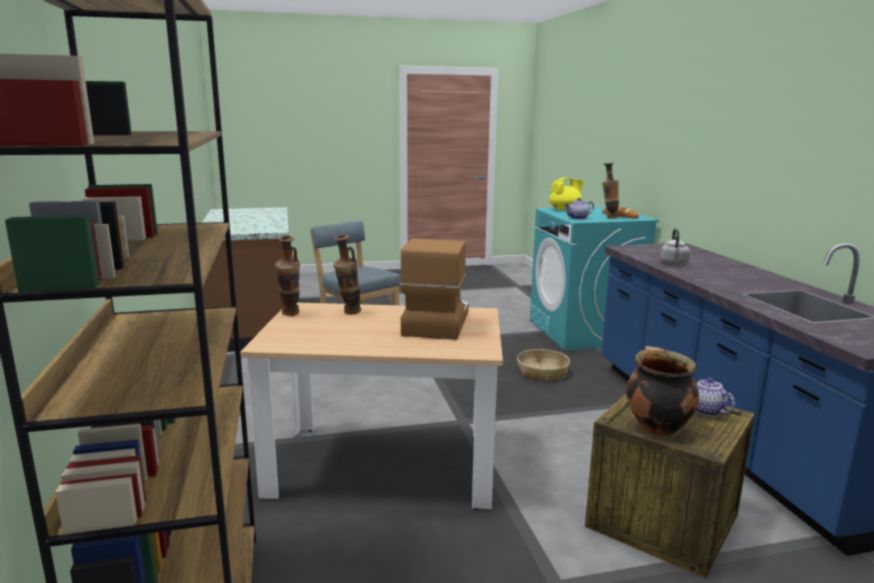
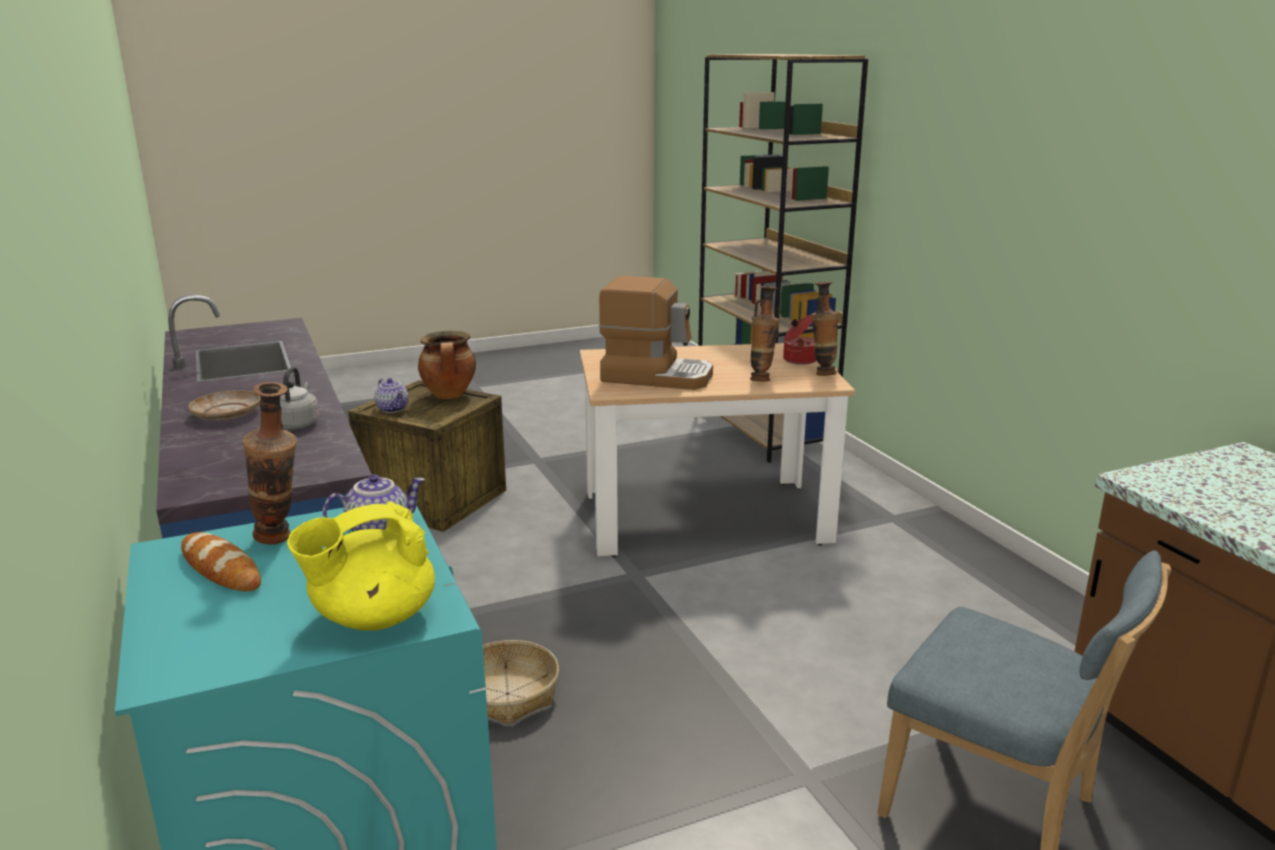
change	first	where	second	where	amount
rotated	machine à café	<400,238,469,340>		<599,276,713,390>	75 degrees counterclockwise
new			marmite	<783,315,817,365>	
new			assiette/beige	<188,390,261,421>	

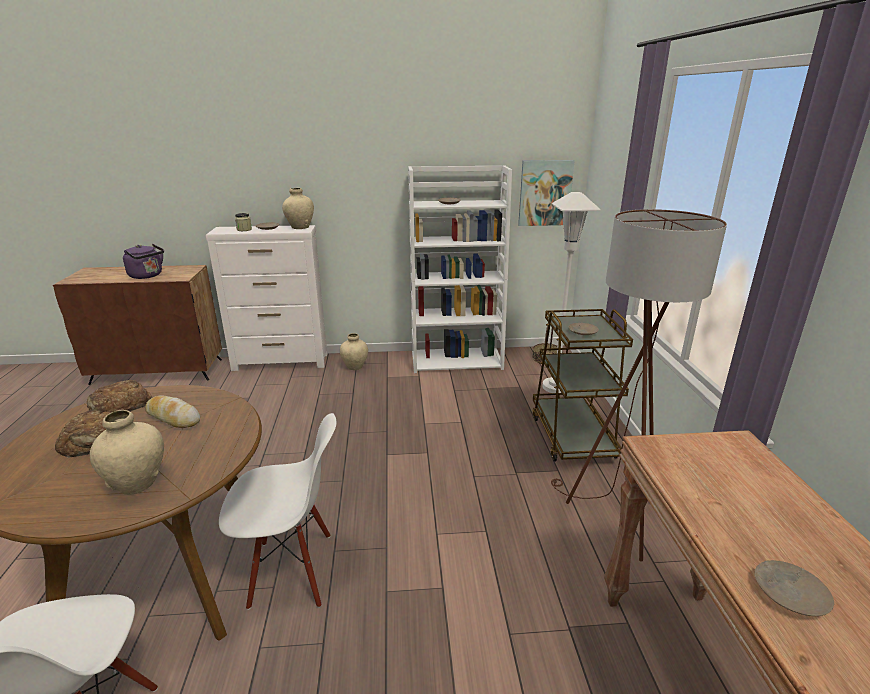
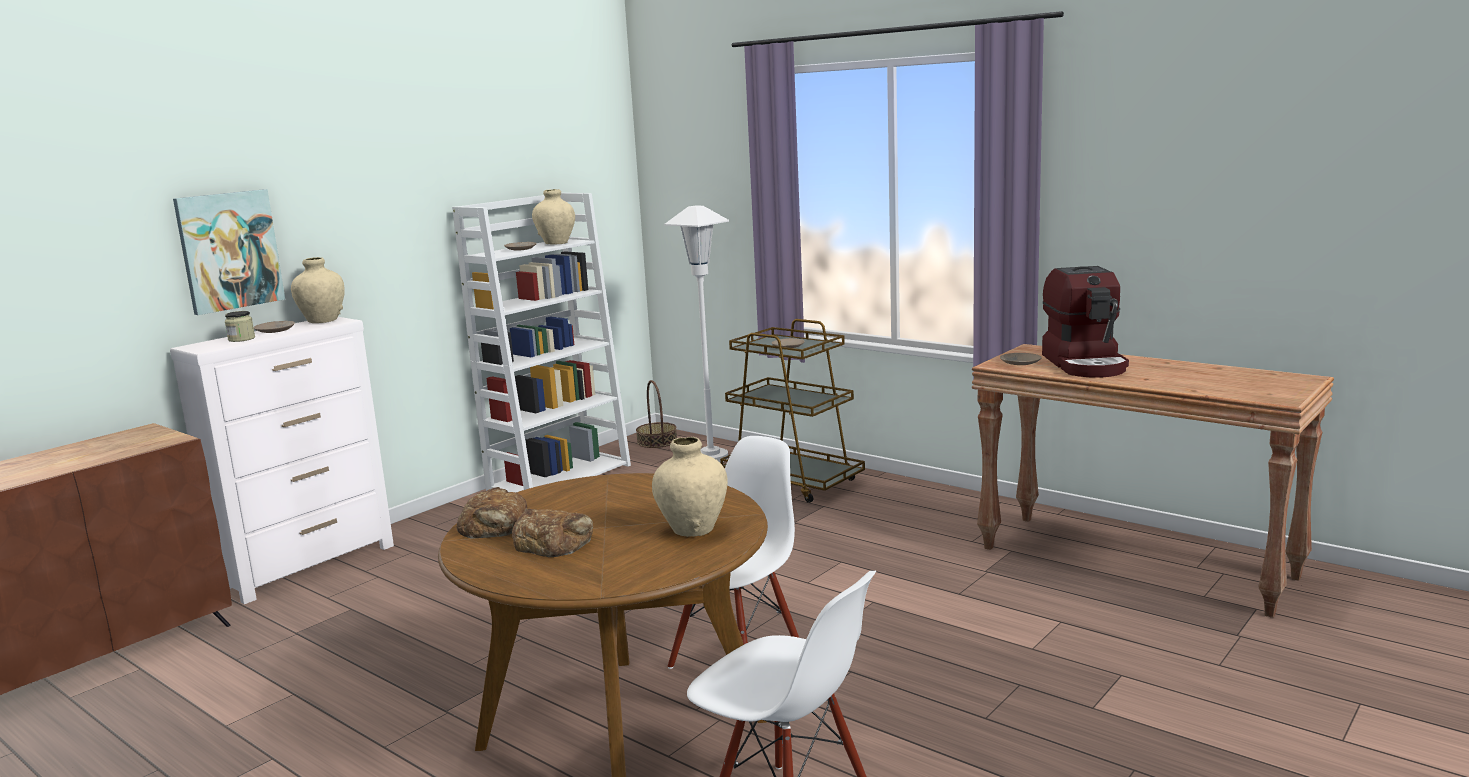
change	first	where	second	where	amount
shifted	tableau	<518,160,574,226>		<173,189,285,315>	
gone	lampadaire/marron	<551,209,727,562>			
gone	bouilloire/violet	<123,244,164,279>			
shifted	vase/beige	<340,333,368,370>		<532,189,575,245>	
gone	pain	<145,395,200,428>			
shifted	assiette/beige	<754,560,834,616>		<1000,353,1042,365>	
new			machine à café	<1042,266,1129,378>	

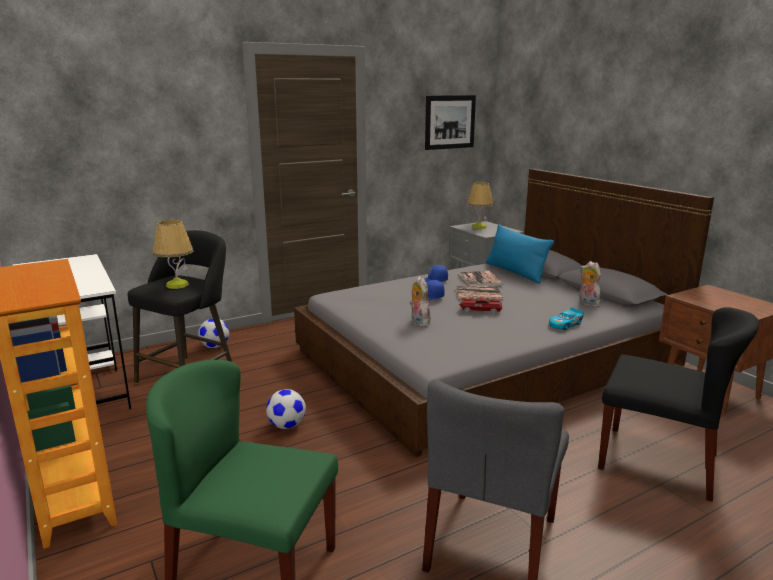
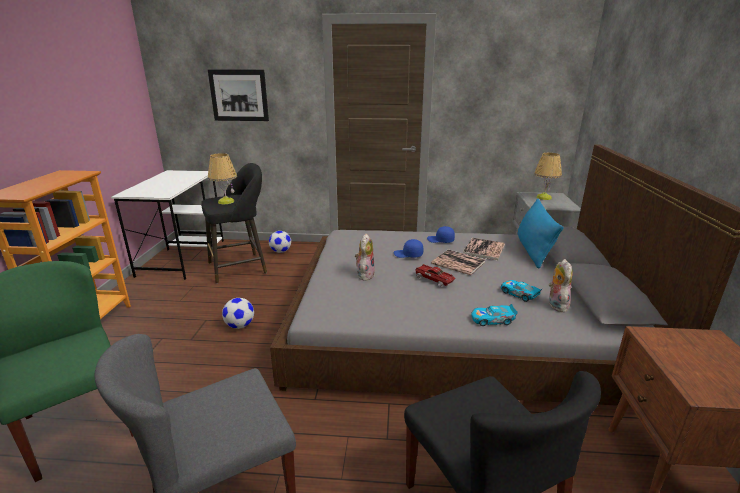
change	first	where	second	where	amount
shifted	tableau	<425,95,476,150>		<208,69,269,121>	
new			petite voiture	<501,280,543,302>	

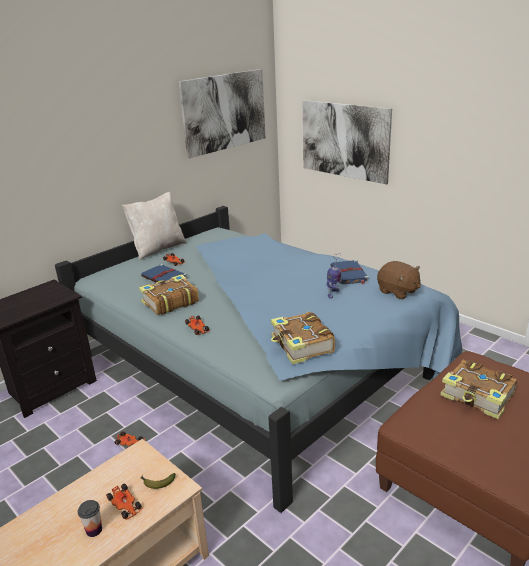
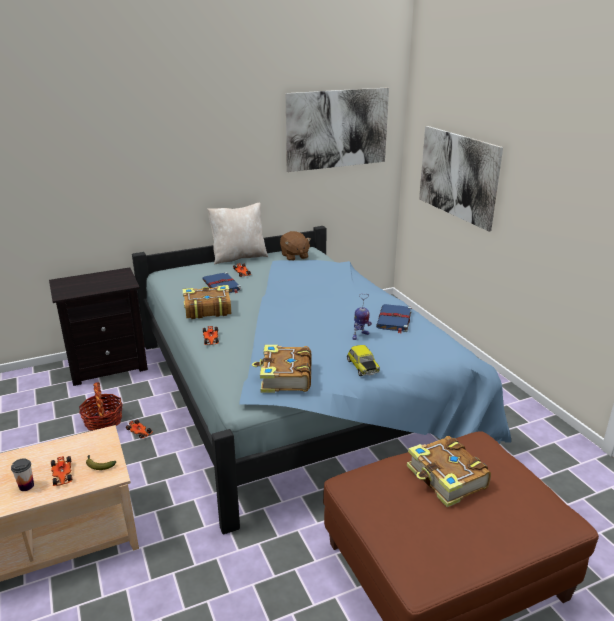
change	first	where	second	where	amount
shifted	peluche/marron	<377,261,421,299>		<280,231,311,261>	
new			petite voiture	<347,345,380,376>	
new			panier	<79,382,122,431>	

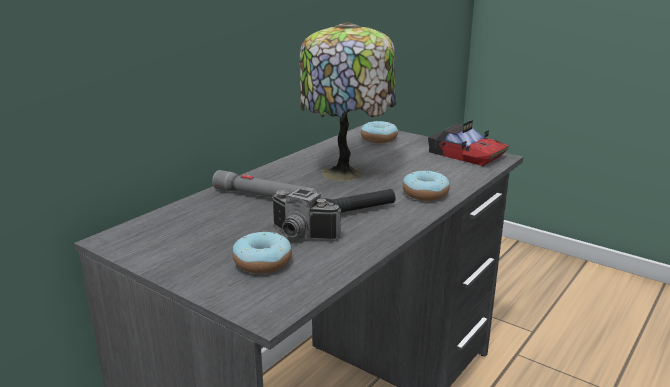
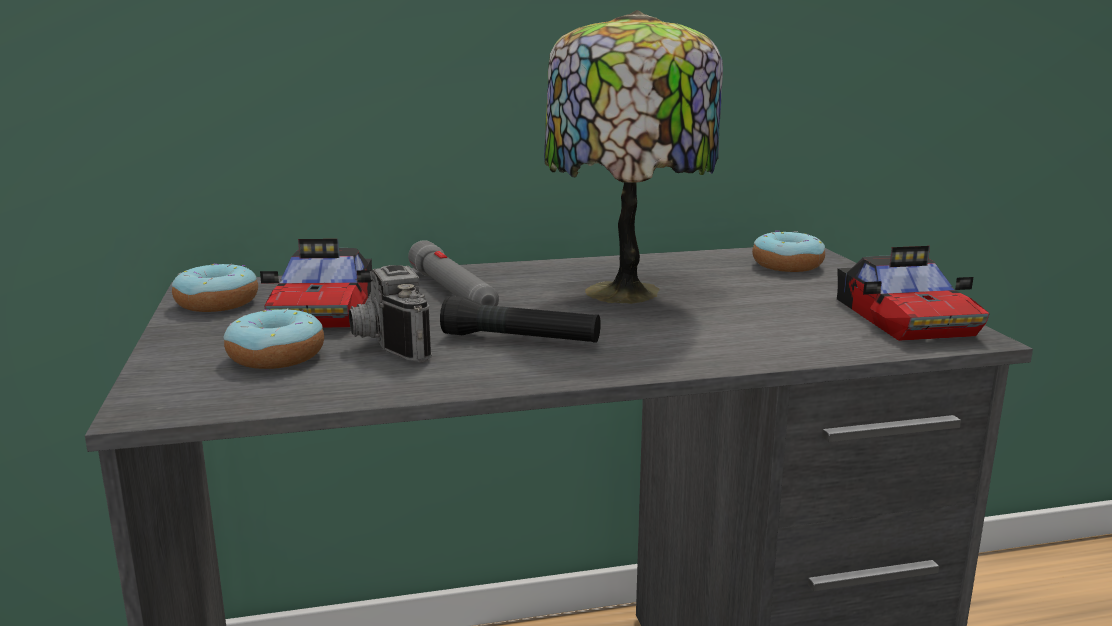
change	first	where	second	where	amount
shifted	beignet	<403,170,450,201>		<172,263,258,312>	
new			petite voiture	<260,239,373,328>	

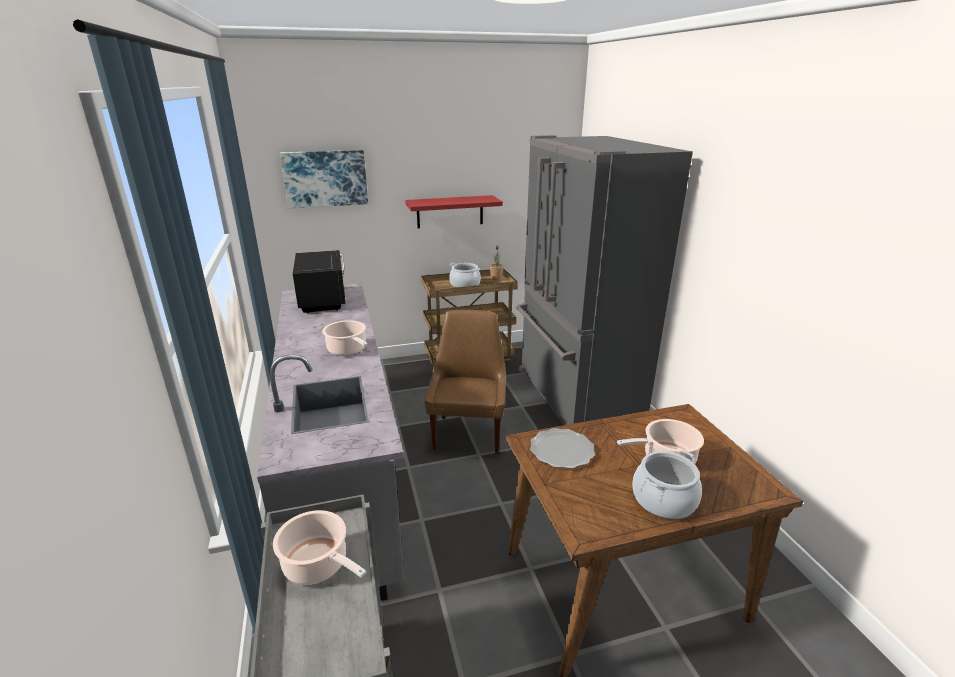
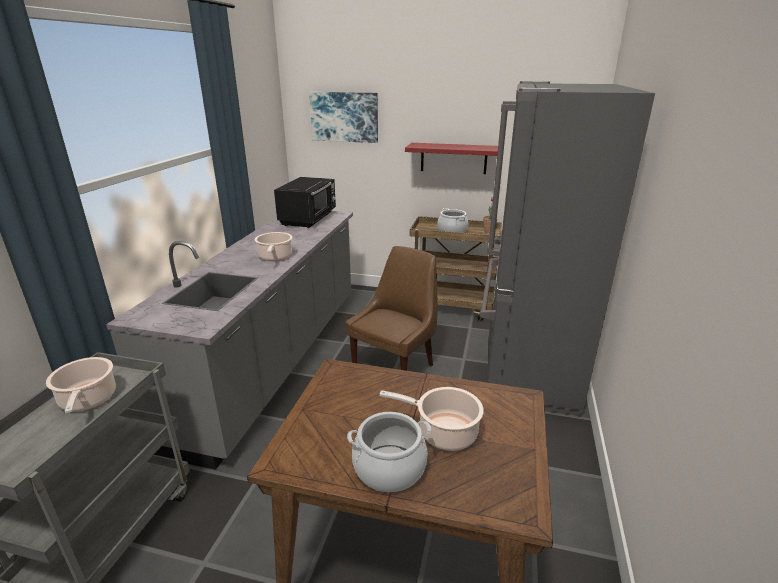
change	first	where	second	where	amount
gone	assiette	<530,428,595,469>			

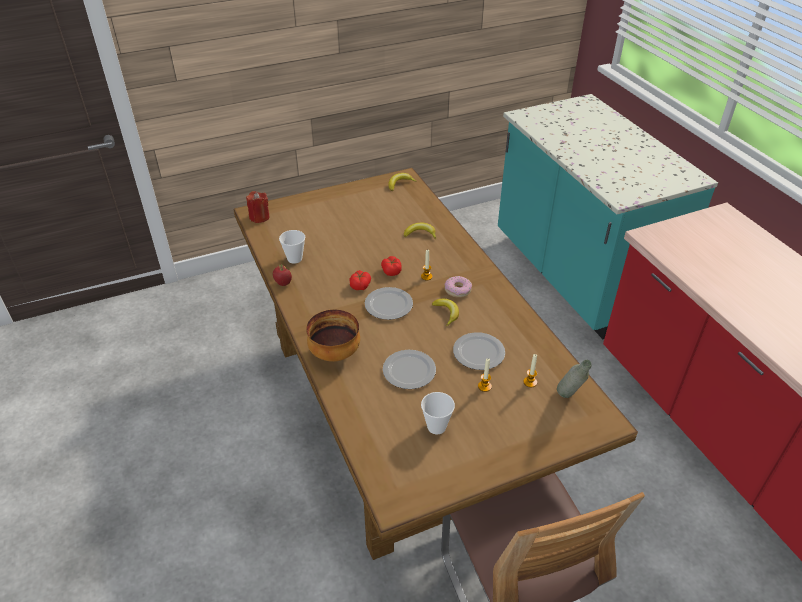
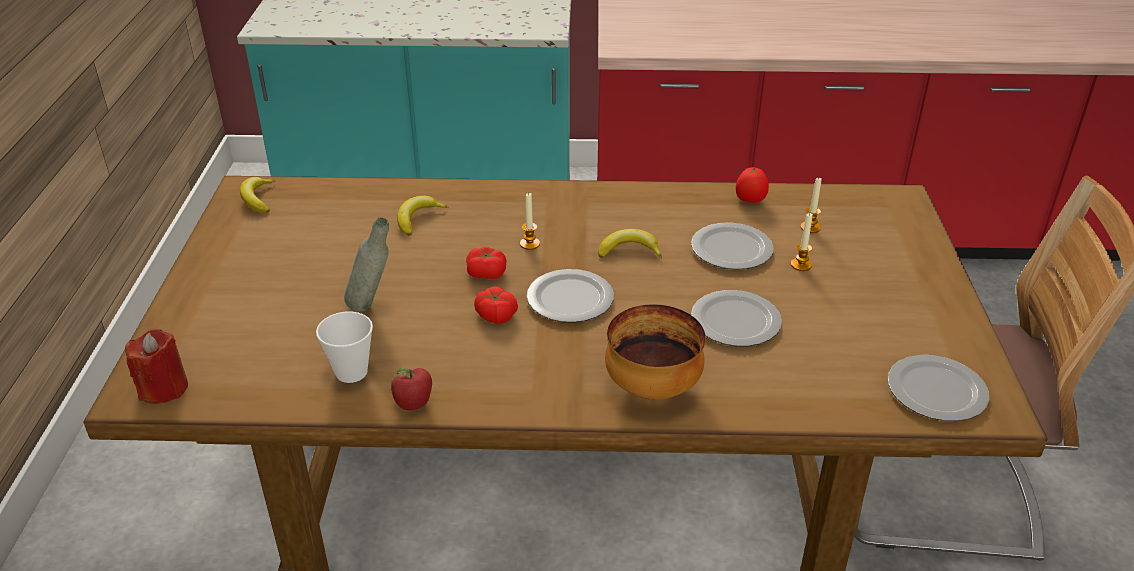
change	first	where	second	where	amount
gone	beignet	<445,276,472,298>			
shifted	bouteille/gris	<557,360,592,398>		<344,217,389,312>	
gone	tasse	<421,392,455,434>			
new			tomate	<736,167,769,203>	
new			assiette	<888,355,989,421>	

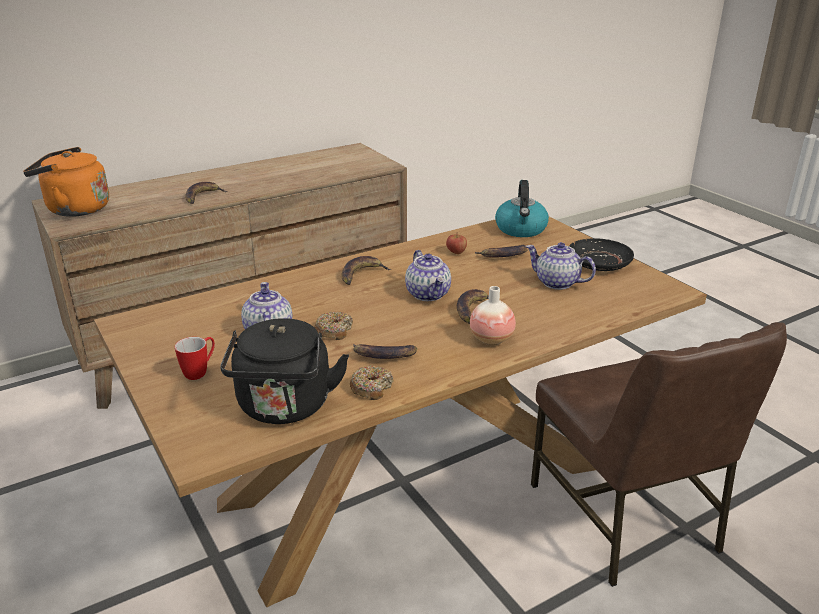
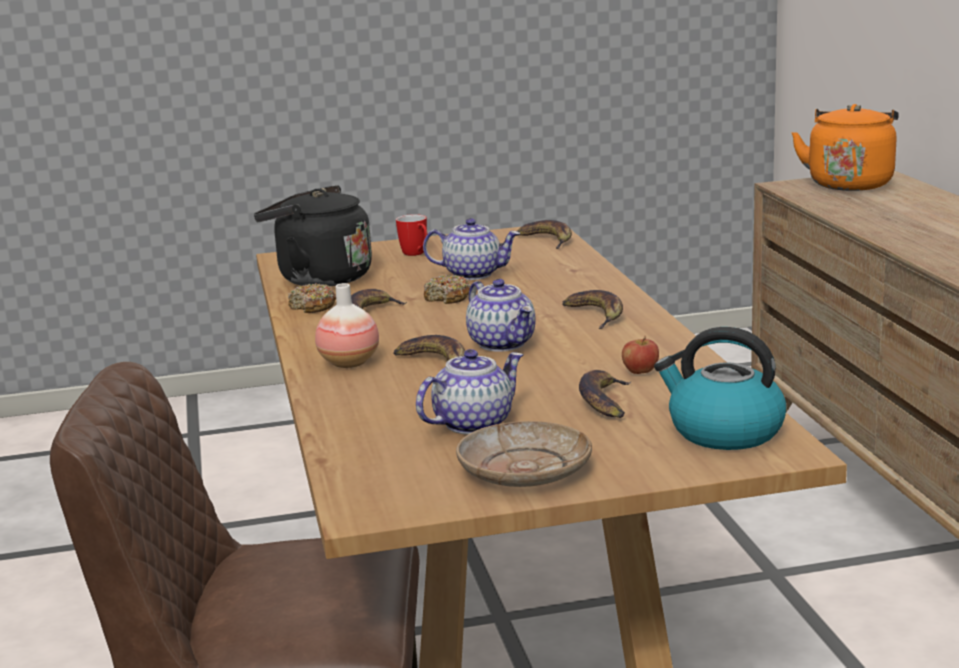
change	first	where	second	where	amount
shifted	banane	<185,182,228,204>		<517,220,572,249>	
repainted	assiette/noir	<569,238,634,271>	assiette/beige	<456,421,592,487>	
rotated	théière	<405,250,451,301>		<466,279,536,352>	120 degrees counterclockwise

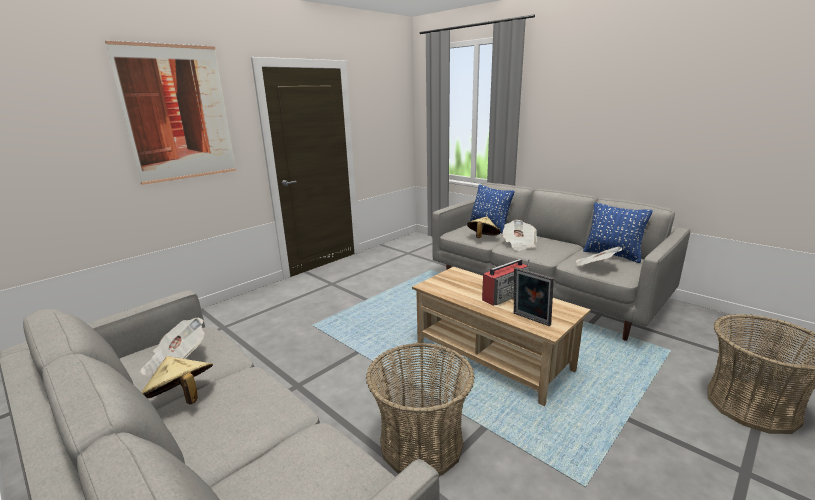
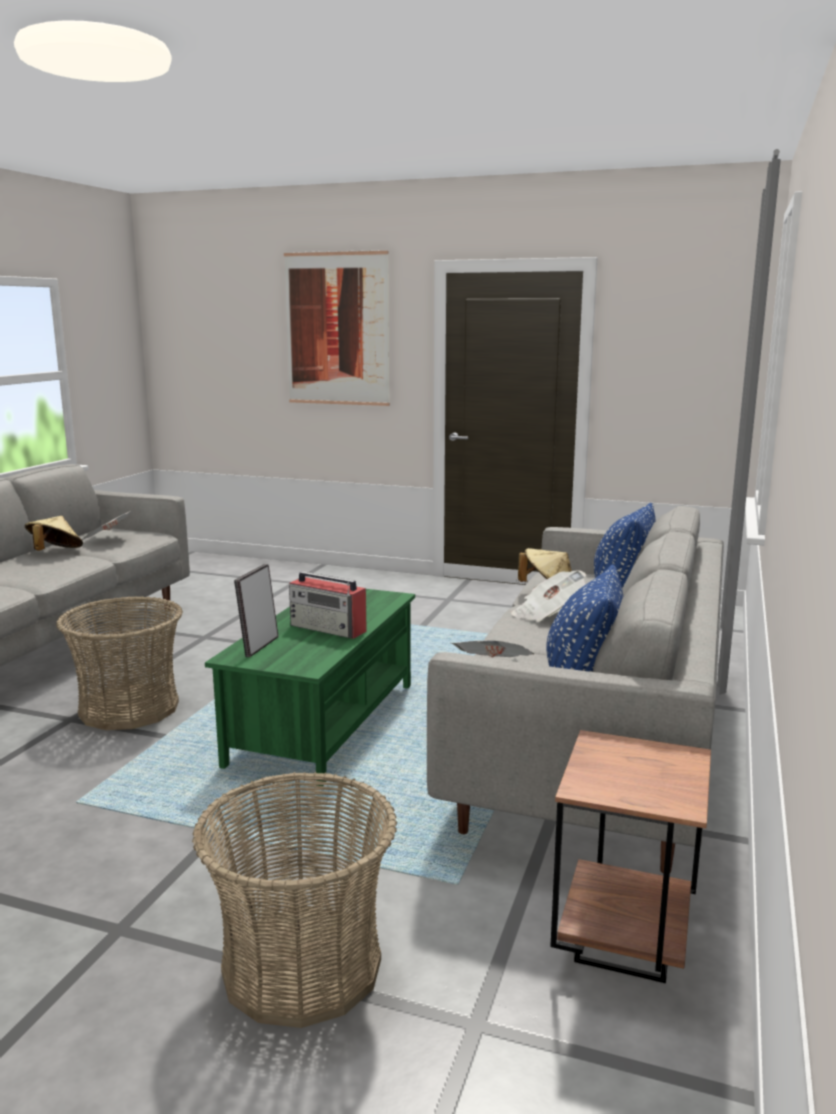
change	first	where	second	where	amount
repainted	table basse/beige	<412,267,590,406>	table basse/vert	<205,589,415,786>	
new			table d'appoint/marron	<550,730,711,983>	

